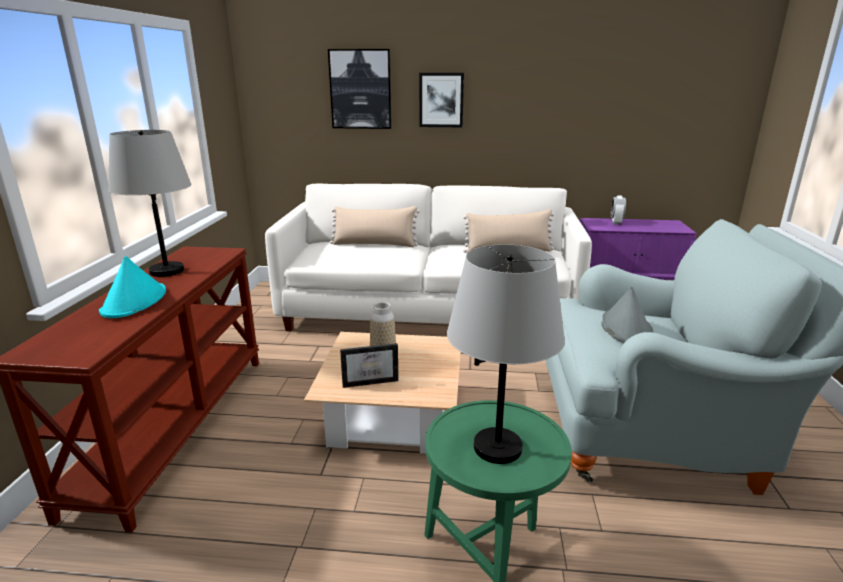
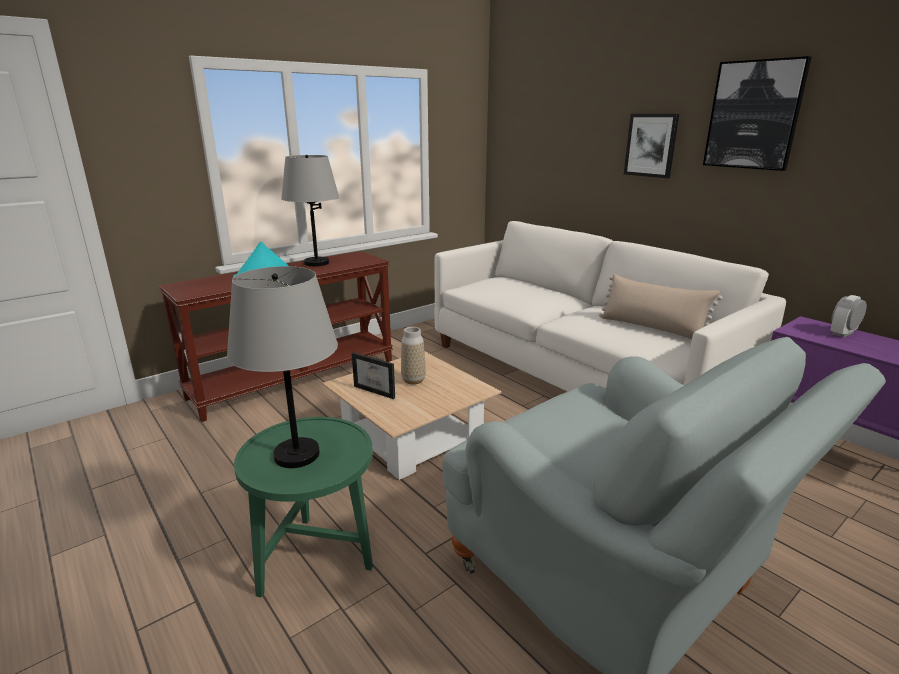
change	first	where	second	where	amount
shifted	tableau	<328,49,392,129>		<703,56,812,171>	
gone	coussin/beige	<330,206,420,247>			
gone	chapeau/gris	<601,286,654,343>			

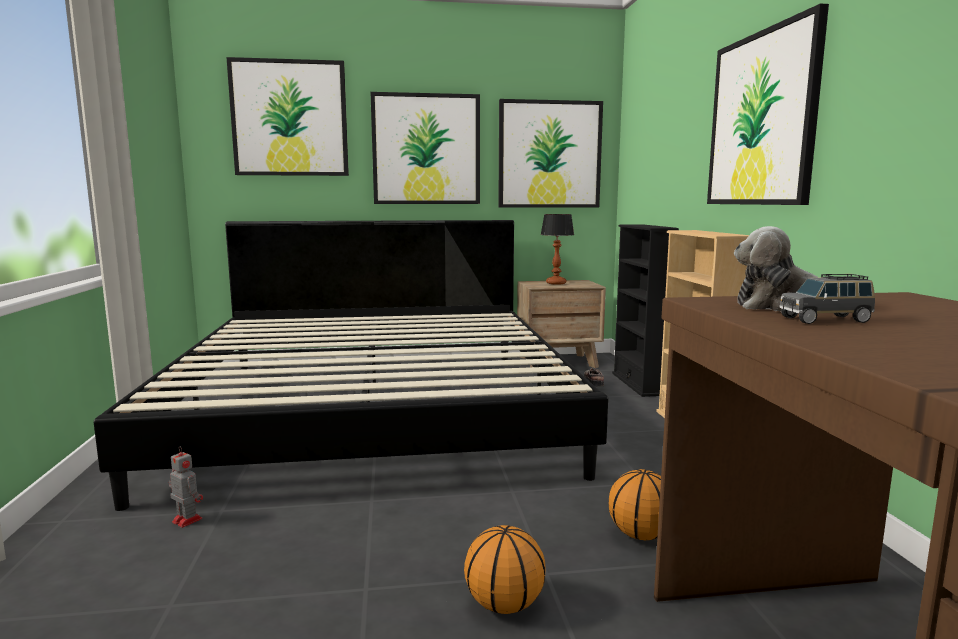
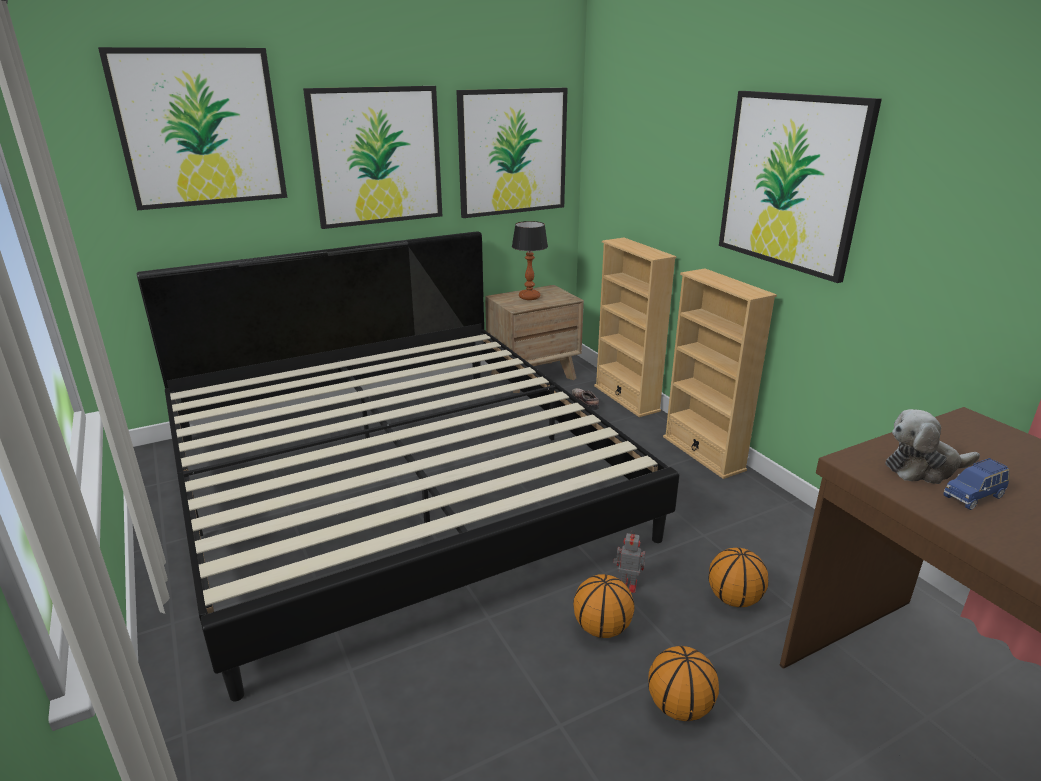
change	first	where	second	where	amount
repainted	bibliothèque/noir	<612,224,679,397>	bibliothèque/beige	<594,238,677,417>	
repainted	petite voiture/gris	<779,274,875,324>	petite voiture/bleu	<944,458,1009,510>	
shifted	robot jouet	<169,446,203,528>		<613,530,645,593>	
new			ballon de basket	<573,574,634,638>	

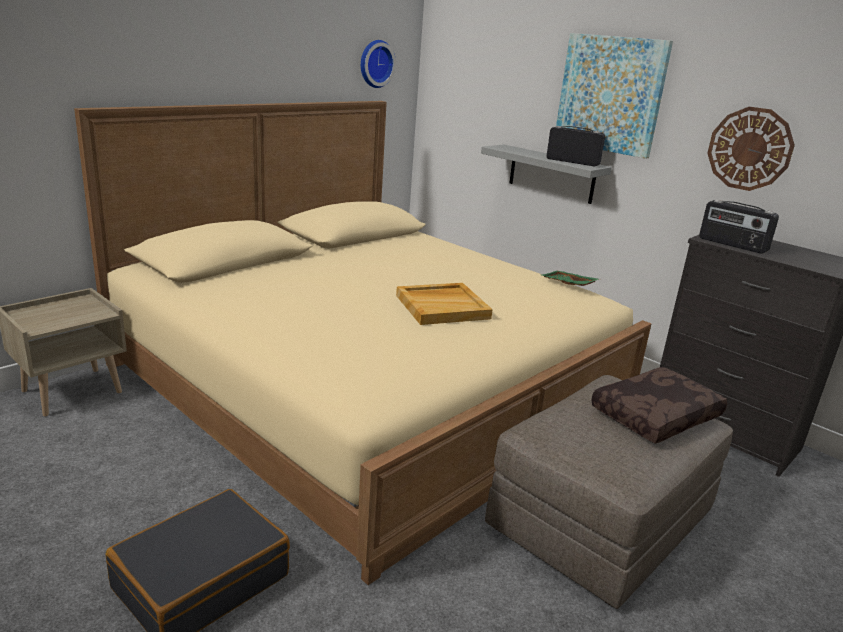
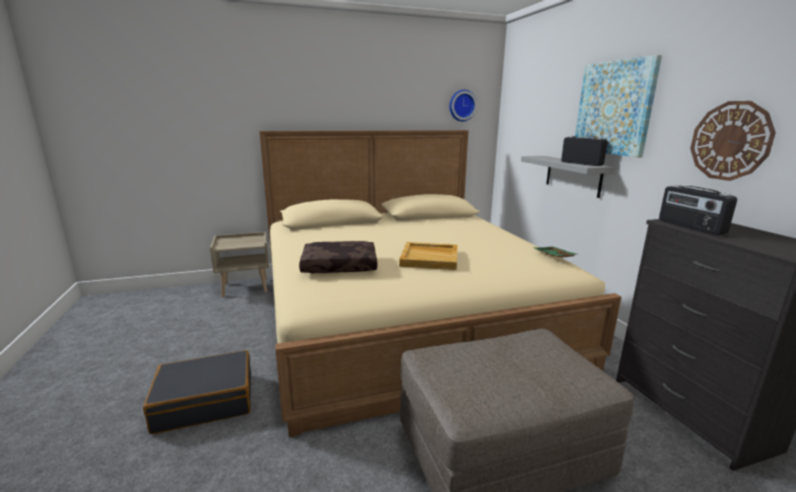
change	first	where	second	where	amount
shifted	coussin/marron	<591,367,727,444>		<299,241,377,273>	

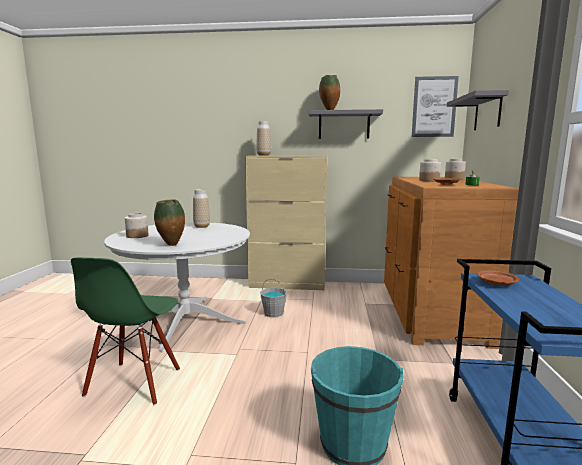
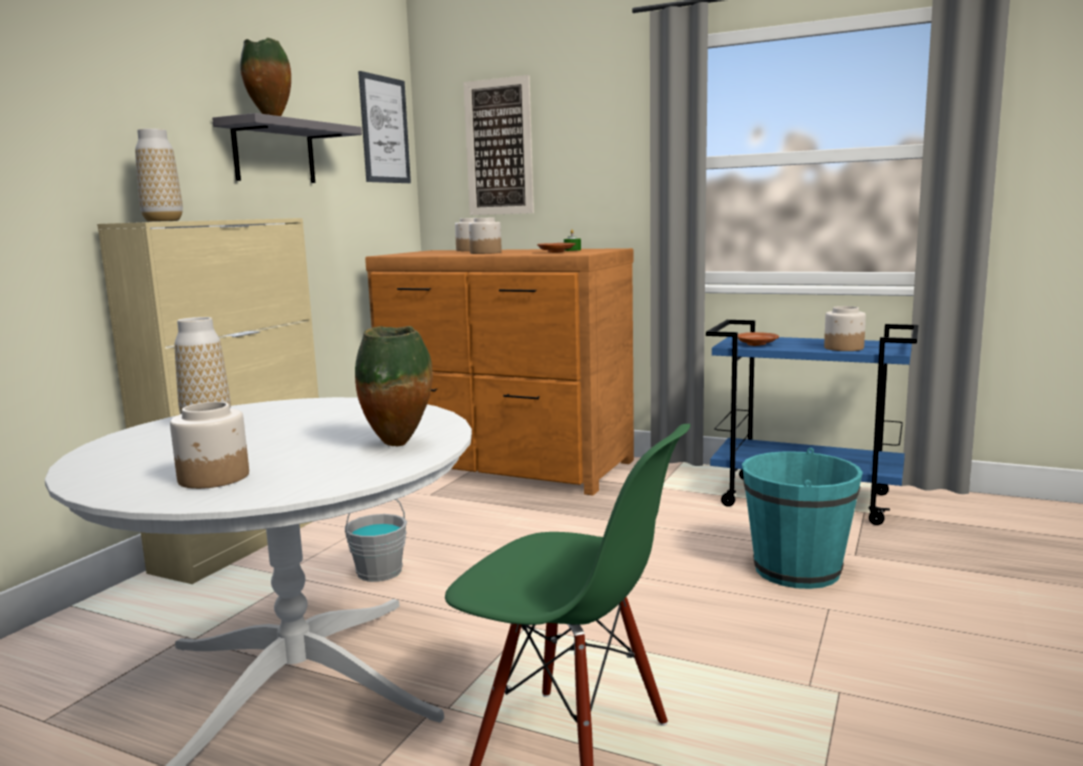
change	first	where	second	where	amount
swapped	étagère/gris	<447,90,509,130>	tableau	<463,75,534,215>	
new			bocal	<824,306,866,351>	

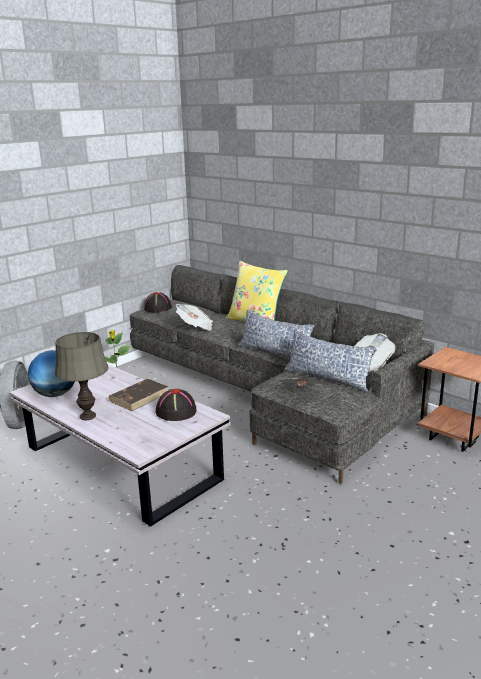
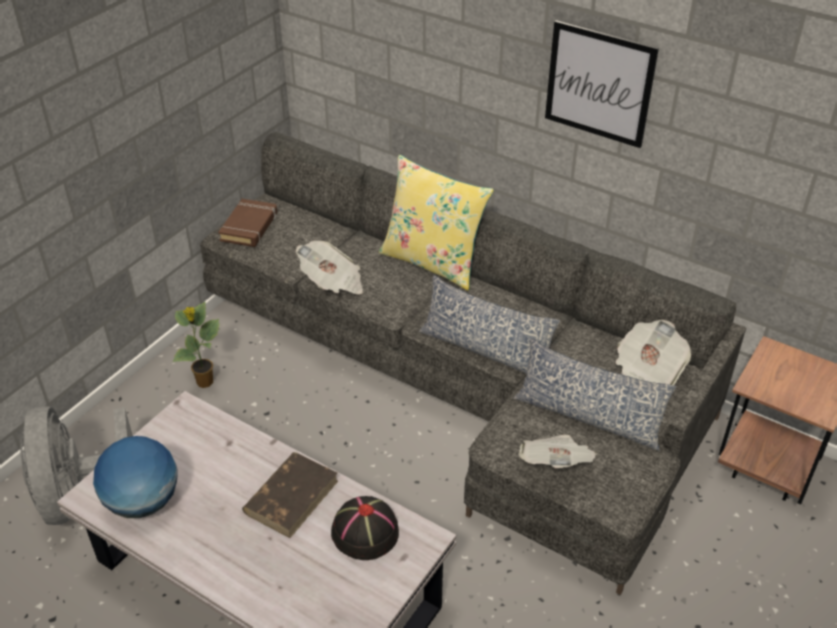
change	first	where	second	where	amount
swapped	chapeau/noir	<144,292,172,312>	livre/marron	<218,199,277,247>	
gone	lampe de table/gris	<55,332,108,420>			
new			tableau	<545,20,659,148>	

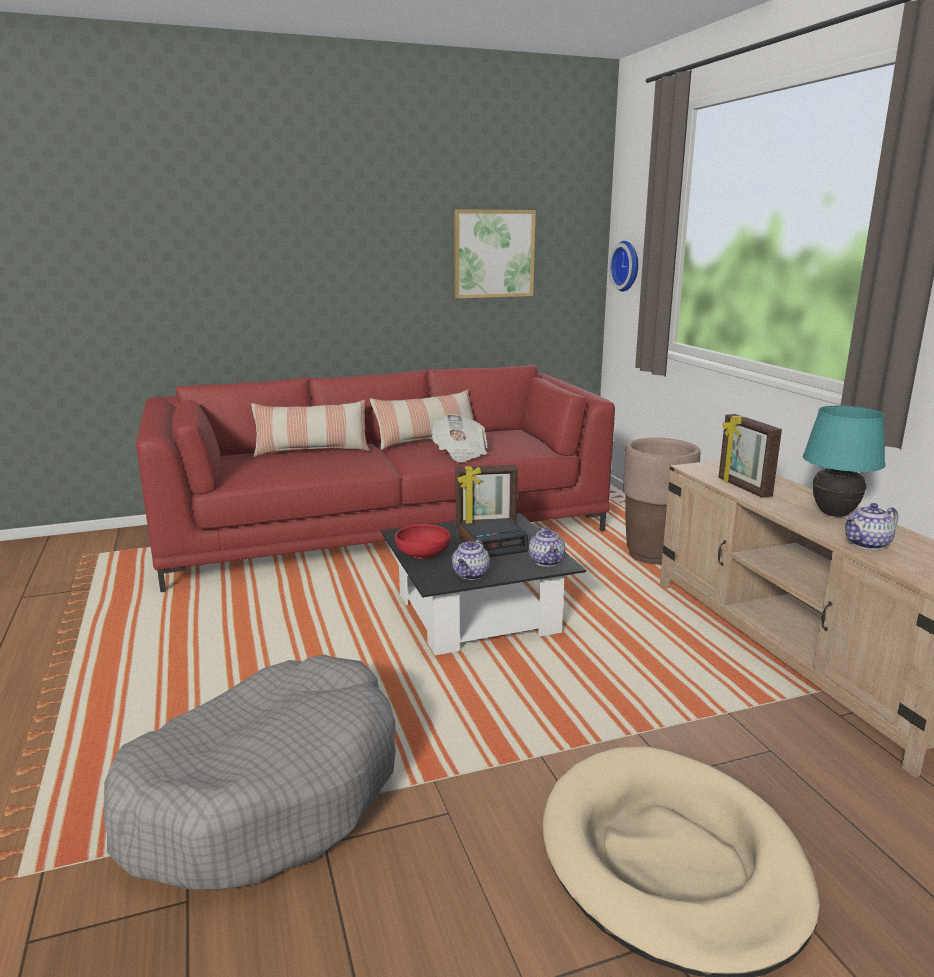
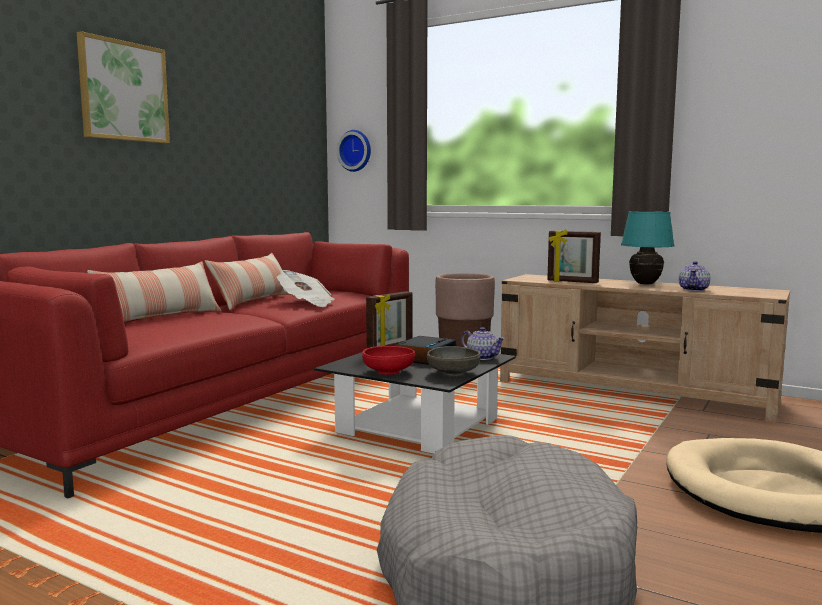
change	first	where	second	where	amount
shifted	tableau	<454,209,536,299>		<77,31,170,143>	
swapped	théière	<452,538,490,580>	bol/gris	<427,346,481,377>	

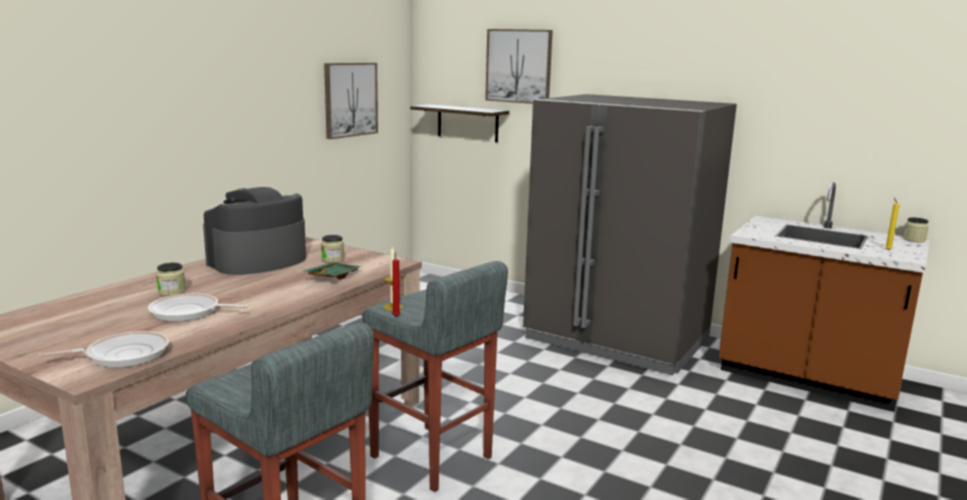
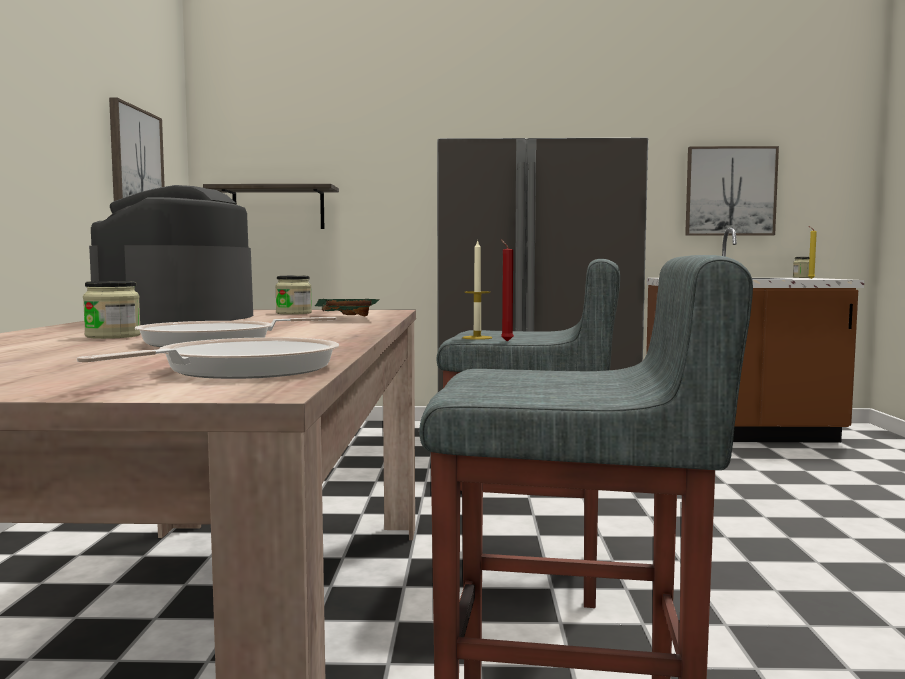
change	first	where	second	where	amount
shifted	tableau	<485,29,553,104>		<685,146,779,236>	

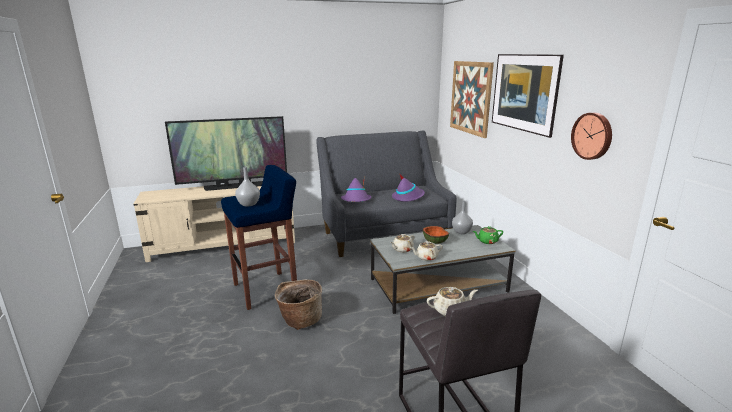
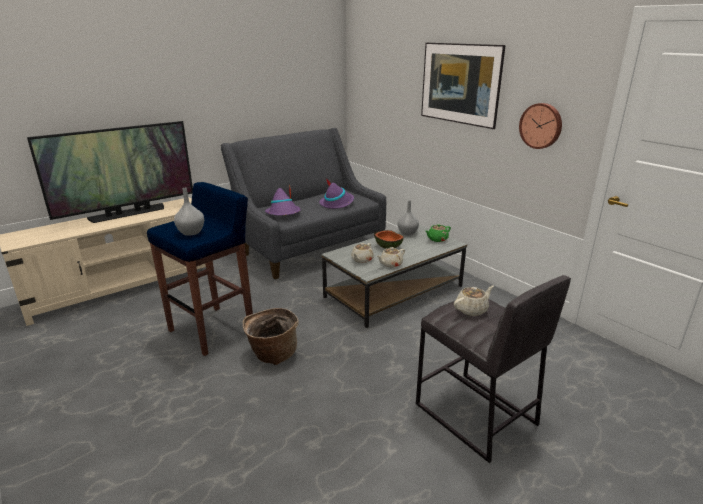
change	first	where	second	where	amount
gone	tableau	<450,61,494,138>			

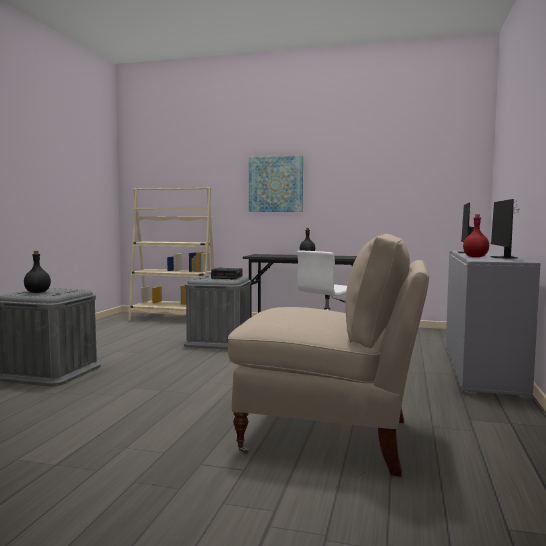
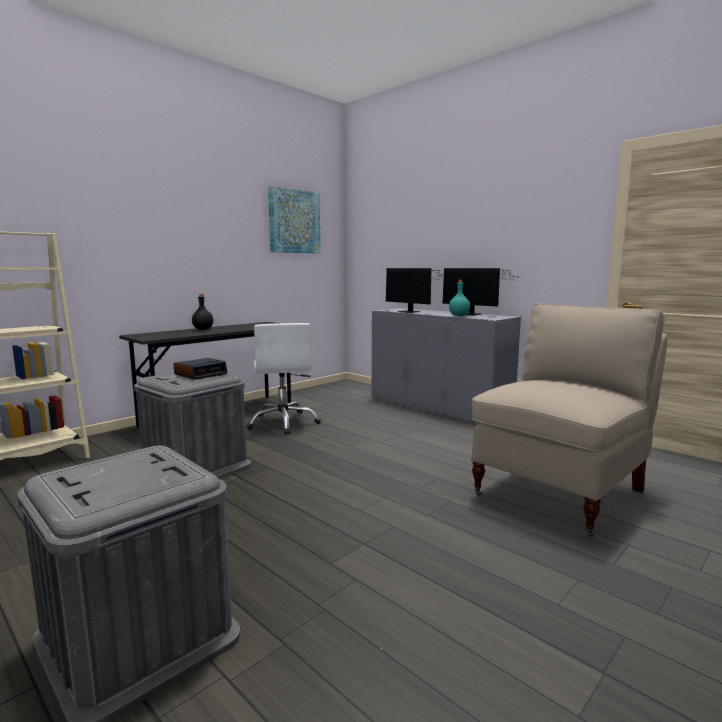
change	first	where	second	where	amount
shifted	tableau	<249,155,303,212>		<268,186,321,254>	
repainted	bouteille/rouge	<463,214,489,257>	bouteille/turquoise	<449,280,470,316>	
gone	bouteille/noir	<24,251,51,293>			

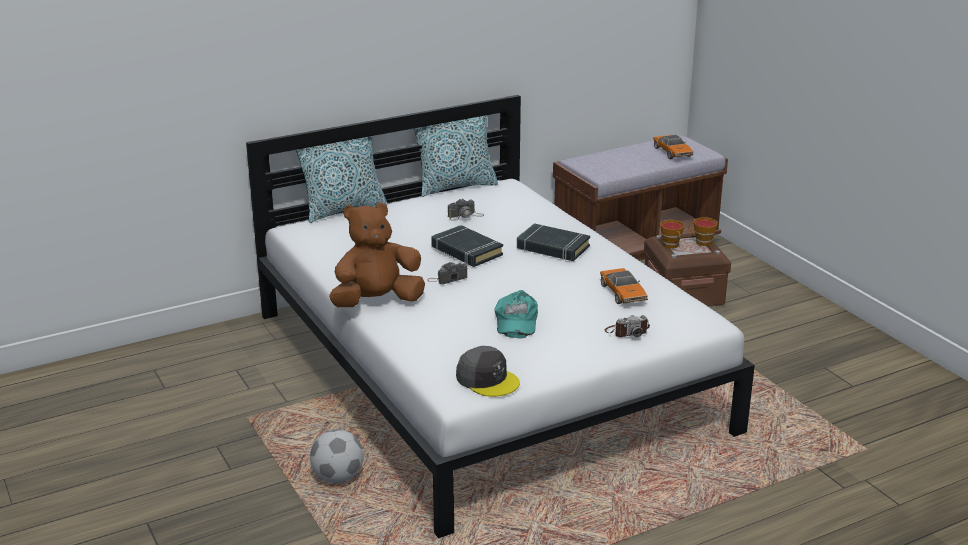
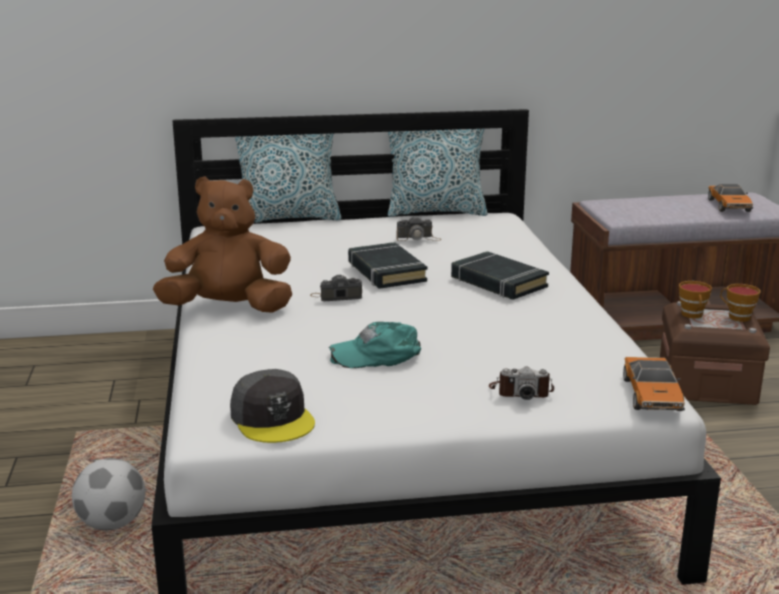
change	first	where	second	where	amount
shifted	petite voiture	<600,268,648,304>		<623,357,685,411>	
rotated	casquette/turquoise	<494,290,538,338>		<329,322,421,368>	60 degrees clockwise

